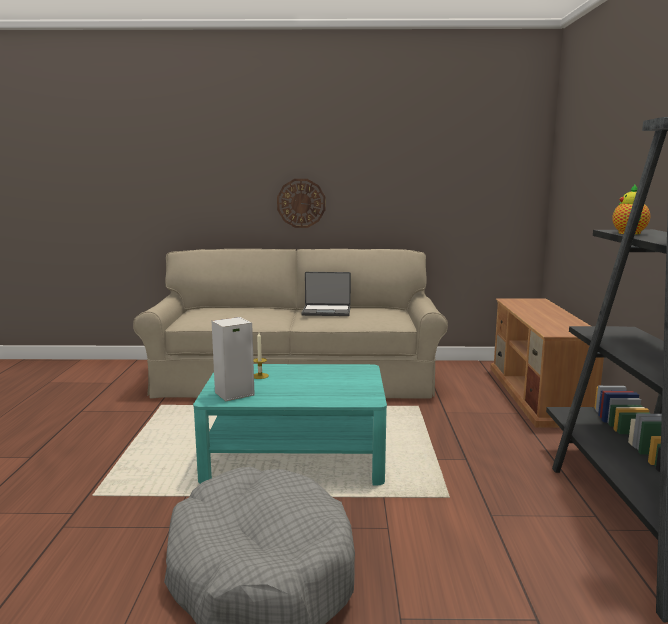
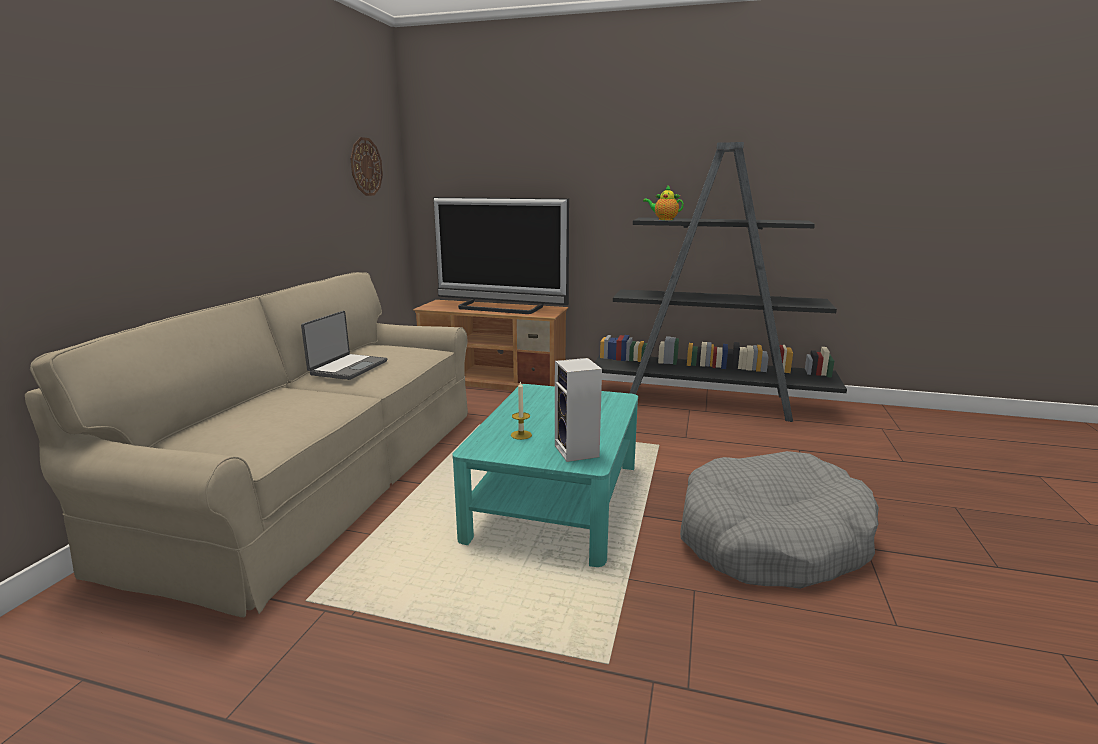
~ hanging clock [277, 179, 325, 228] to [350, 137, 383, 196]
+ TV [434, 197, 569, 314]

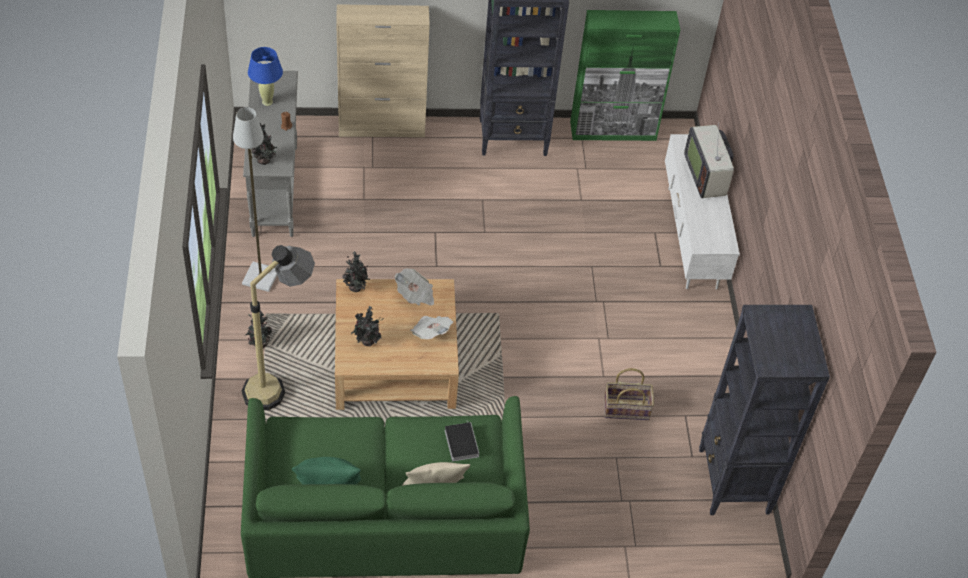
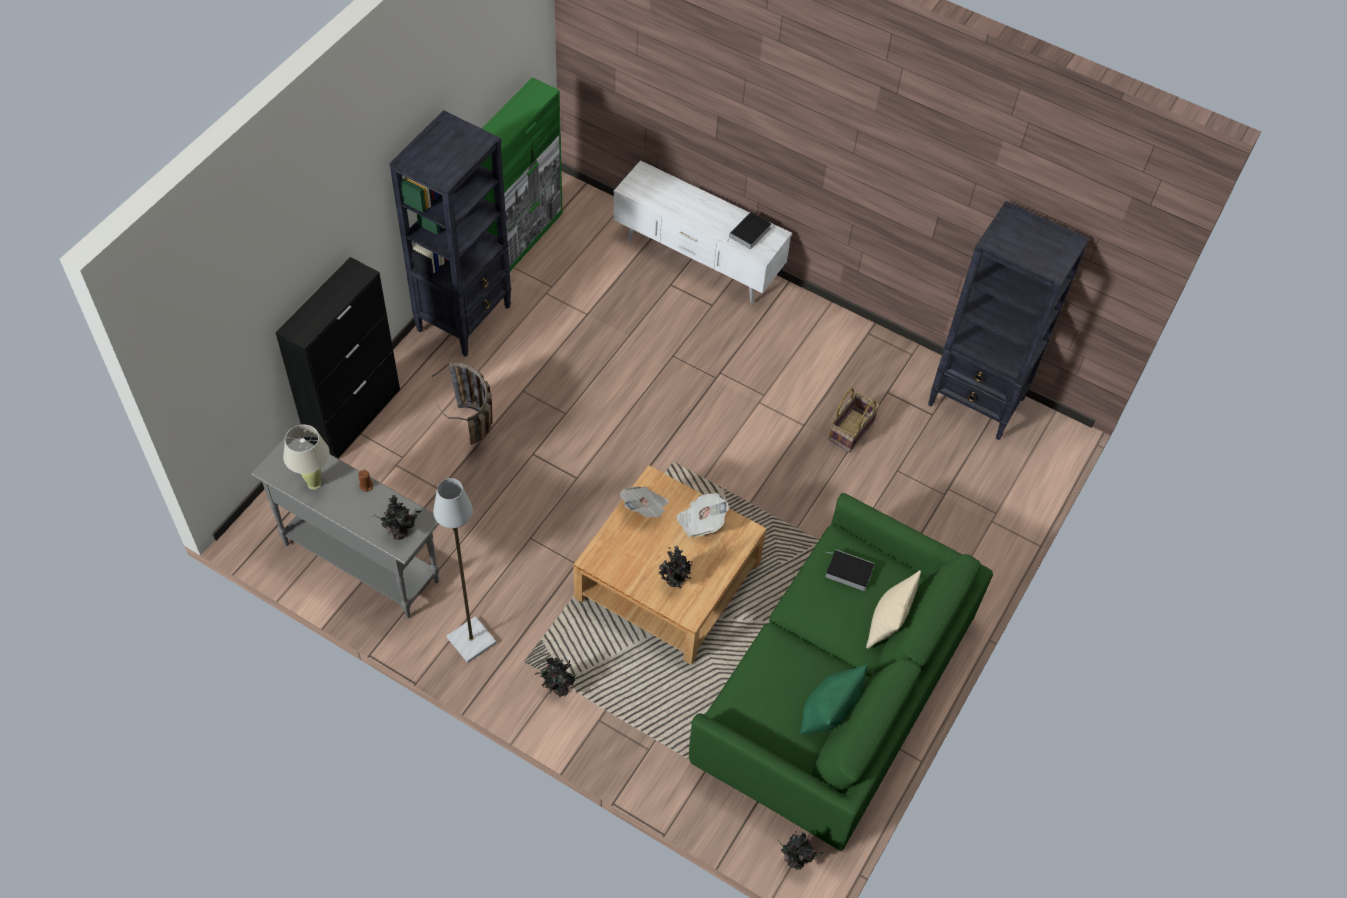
~ beige cupboard [336, 4, 430, 137] to black-coloured cupboard [275, 257, 400, 458]
~ bluish table lamp [248, 47, 283, 106] to beige table lamp [283, 424, 330, 490]
+ basket [432, 363, 493, 445]
+ volume [727, 212, 772, 249]
~ plant in a pot [342, 251, 370, 292] to [776, 831, 825, 870]
- floor lamp [242, 245, 315, 410]
- TV [684, 122, 734, 198]

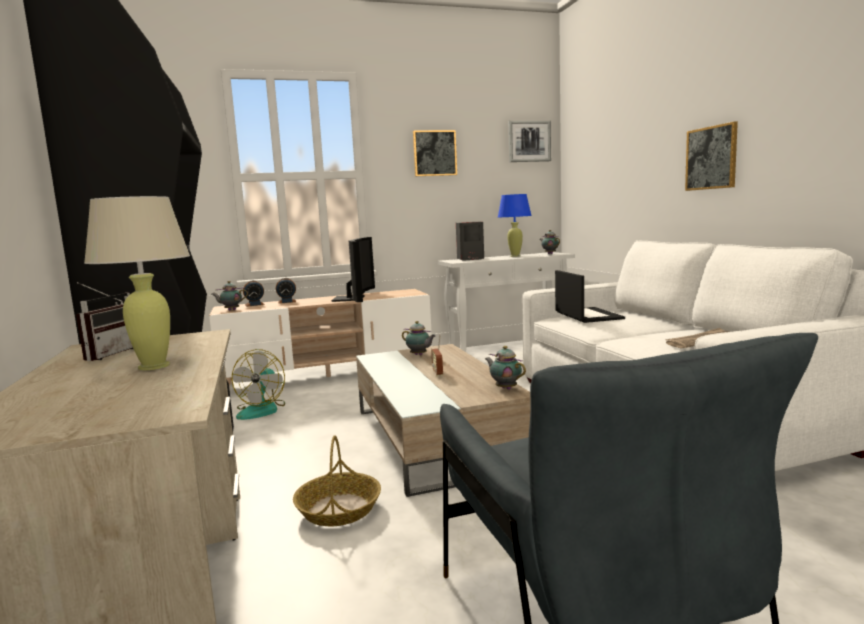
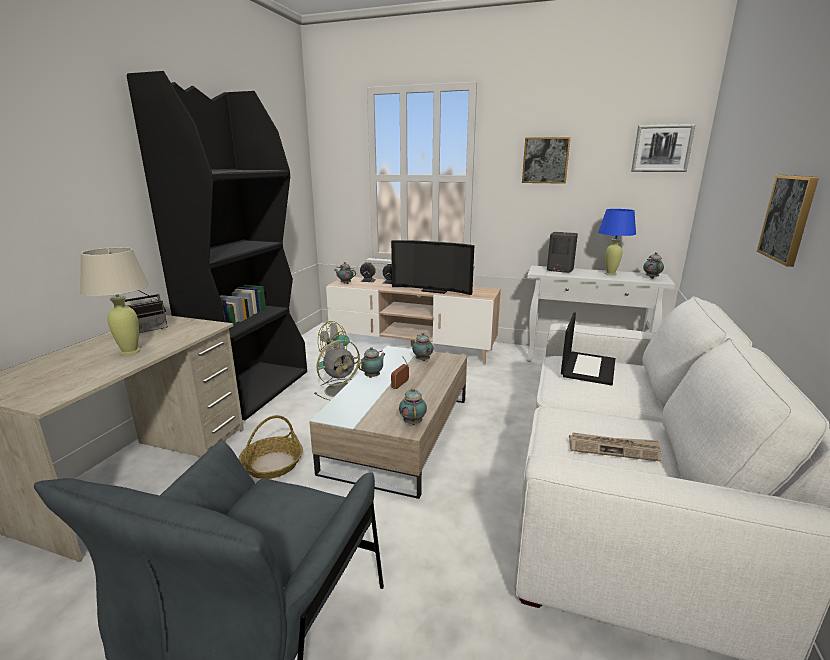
+ greyish cooling fan [314, 340, 360, 400]
+ teapot [358, 347, 386, 378]
~ TV [332, 237, 375, 302] = [391, 240, 474, 295] 75 degrees clockwise

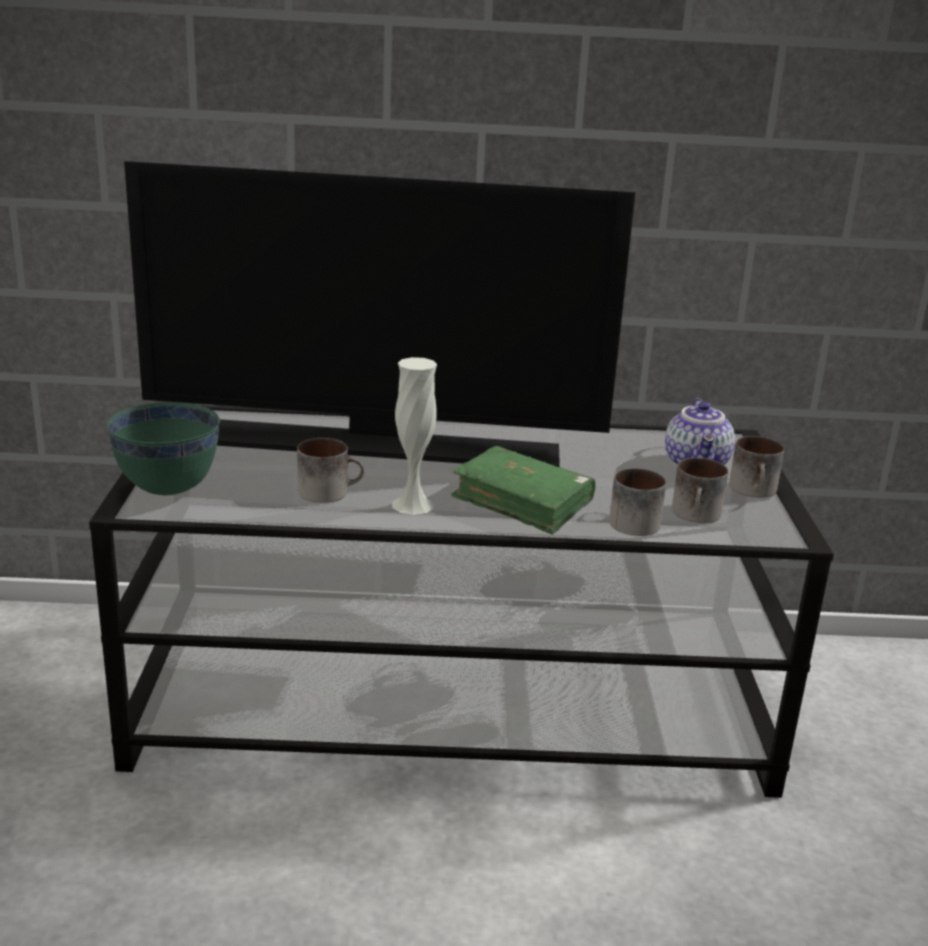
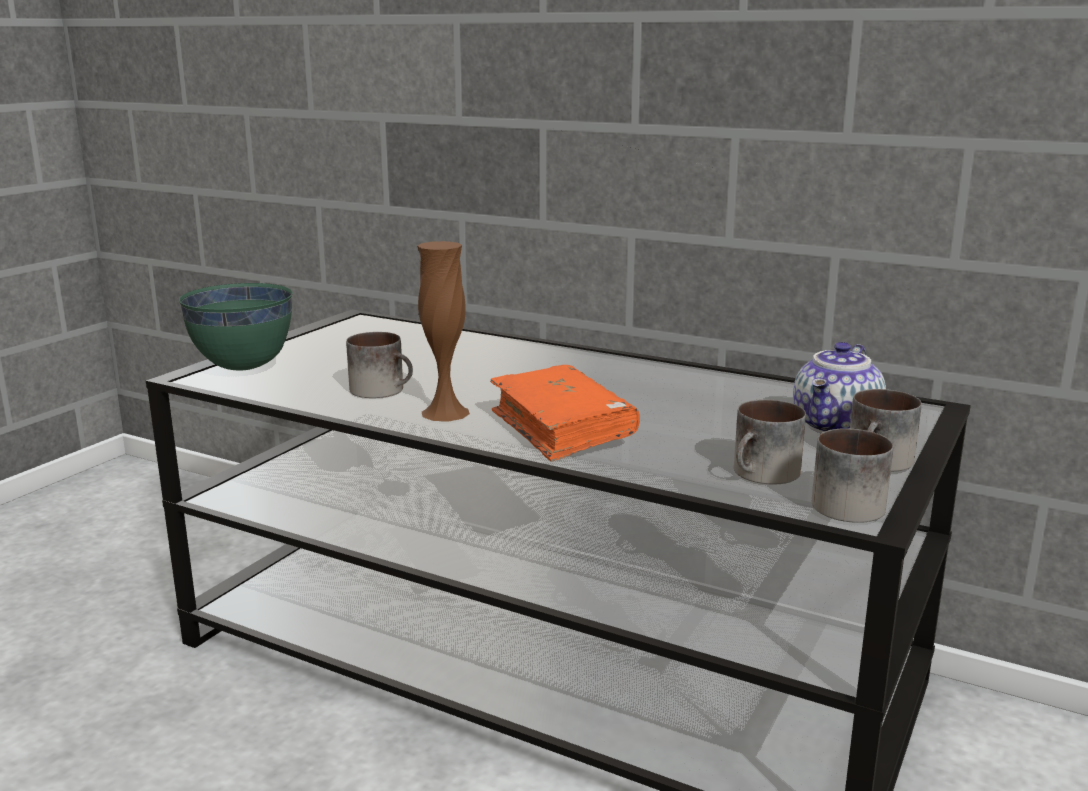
~ whitish decorative vase [392, 357, 437, 515] to brownish decorative vase [417, 241, 470, 422]
~ green-coloured volume [451, 446, 595, 535] to orange volume [490, 365, 640, 461]
~ mug [609, 468, 666, 536] to [812, 428, 893, 523]
- TV [124, 161, 635, 467]

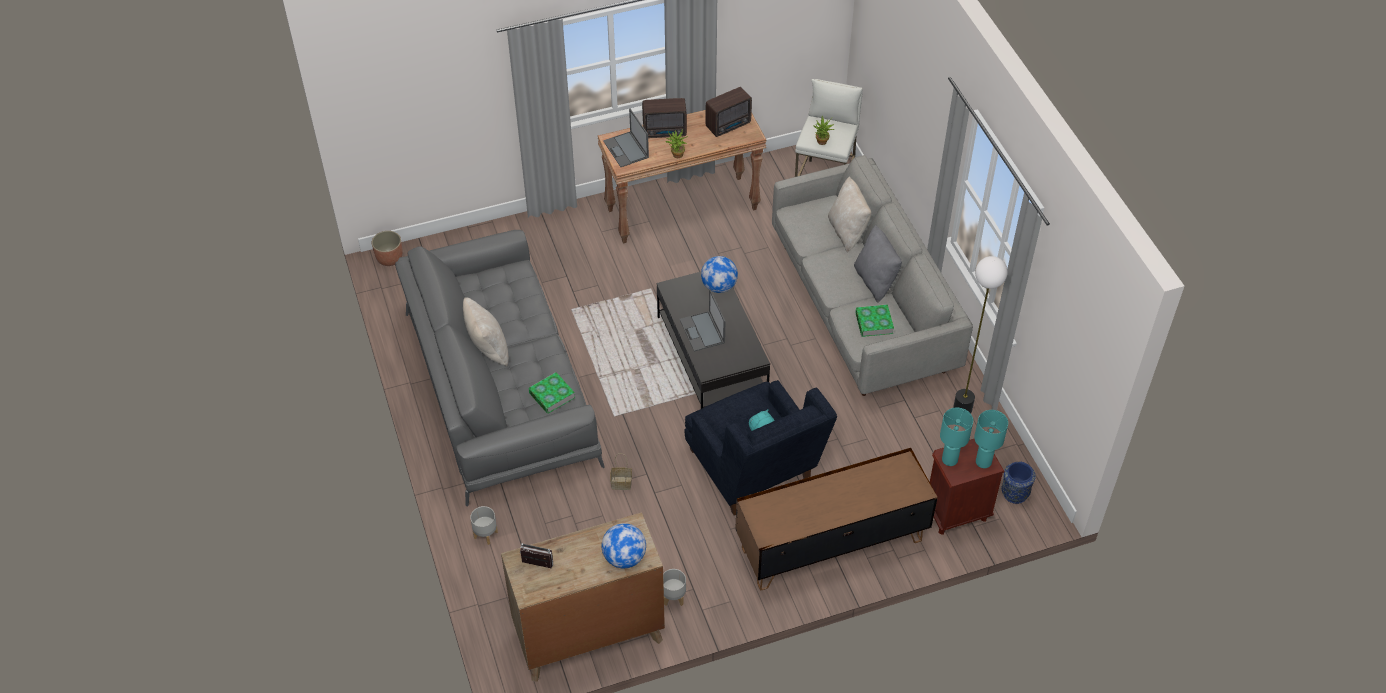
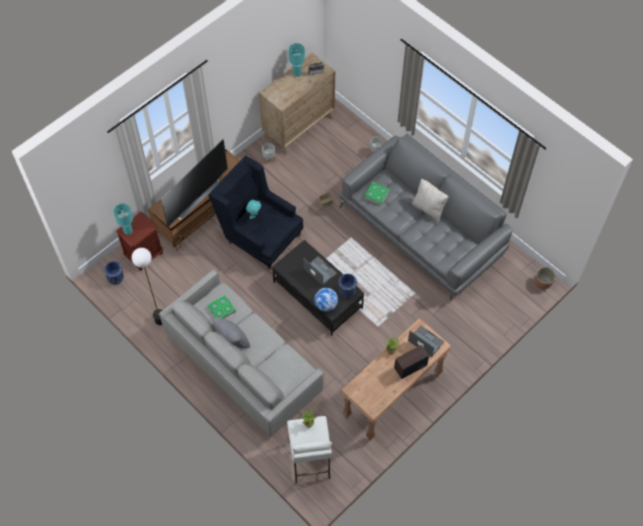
+ TV [161, 139, 228, 227]
~ blue-green table lamp [940, 408, 973, 466] to [289, 43, 305, 77]
+ bluish decorative vase [338, 274, 357, 298]
- globe [602, 523, 646, 568]
- radio set [705, 87, 752, 137]
- beige cushion [828, 176, 871, 252]

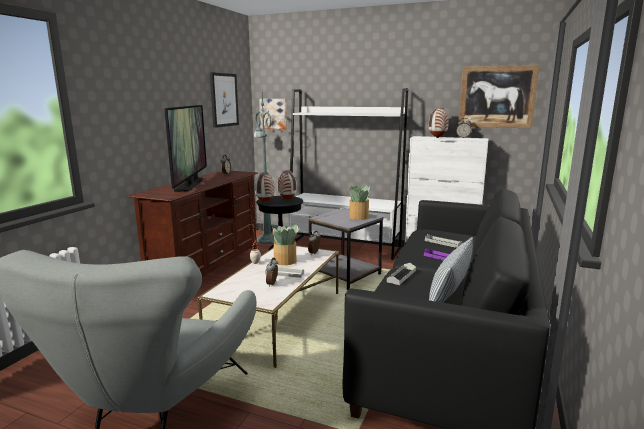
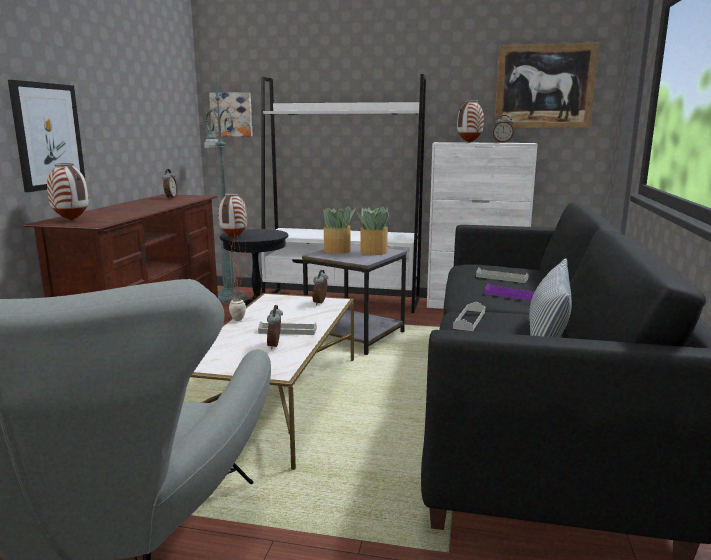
~ wall picture [210, 72, 239, 128] to [8, 80, 86, 192]
~ decorative vase [278, 170, 297, 200] to [47, 163, 89, 220]
~ plant in a pot [272, 224, 300, 265] to [323, 206, 356, 254]
- TV [164, 105, 207, 192]

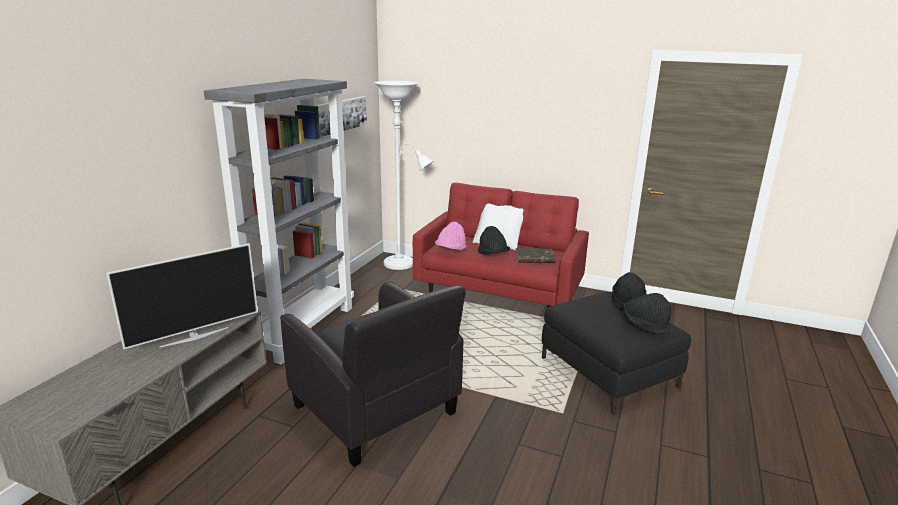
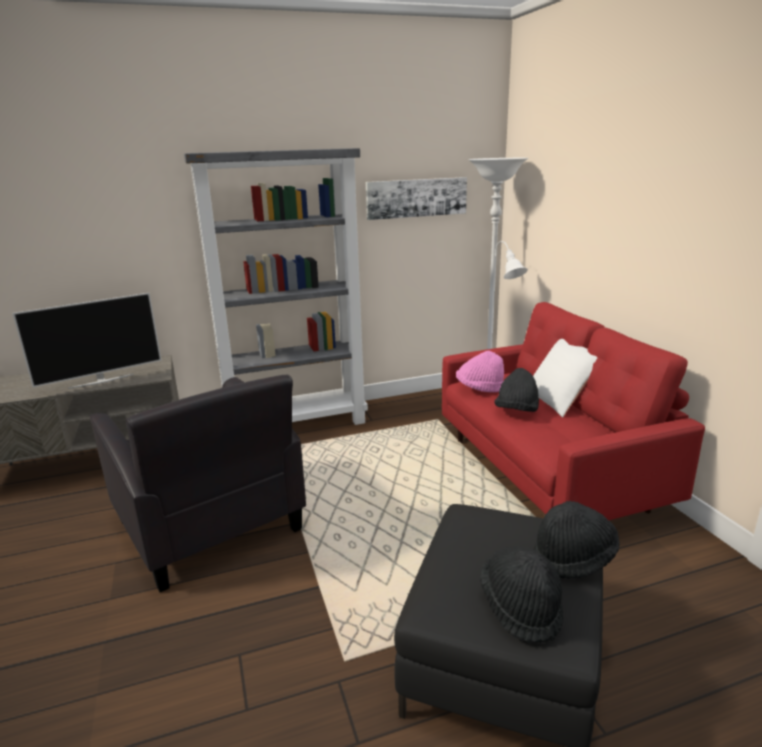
~ TV [106, 244, 258, 349] = [12, 293, 162, 389] 45 degrees counterclockwise
~ black-coloured easy chair [280, 281, 466, 467] = [89, 375, 306, 592] 45 degrees counterclockwise
- brownish volume [515, 248, 556, 263]

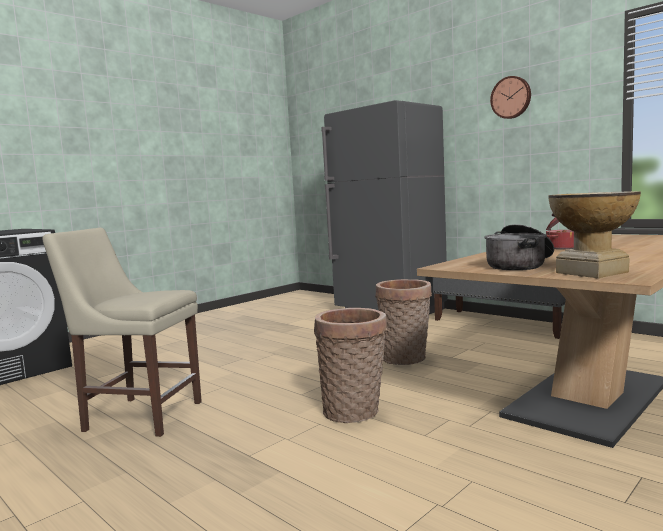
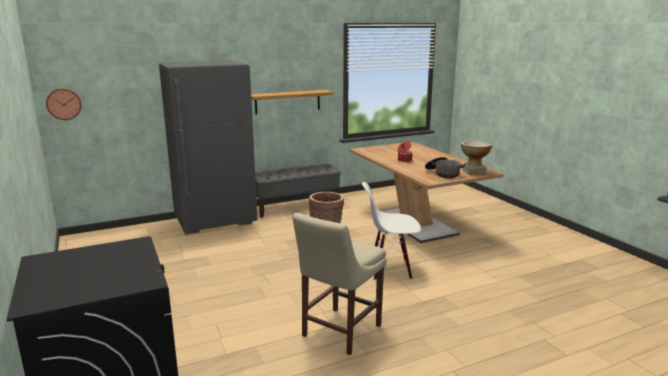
~ hanging clock [490, 76, 531, 119] to [46, 88, 81, 120]
+ bracket shelf [251, 90, 334, 114]
~ basket [314, 308, 387, 423] to whitish upright chair [362, 182, 421, 280]

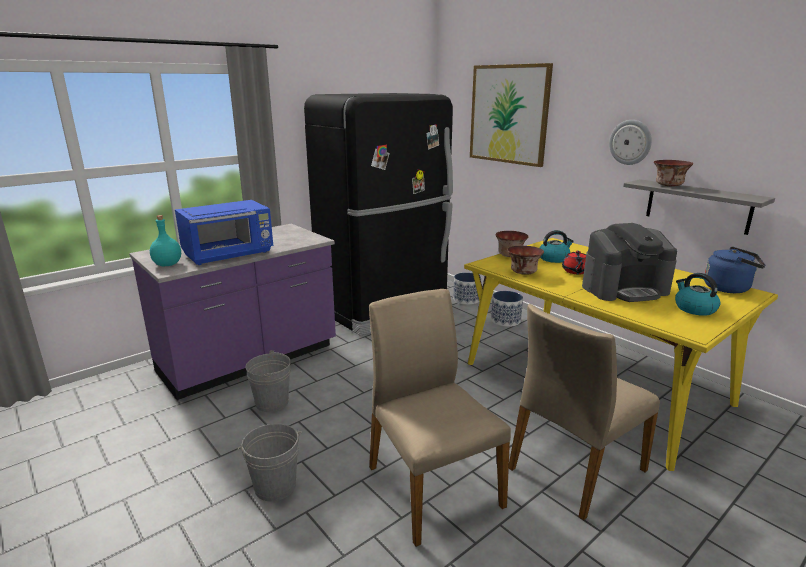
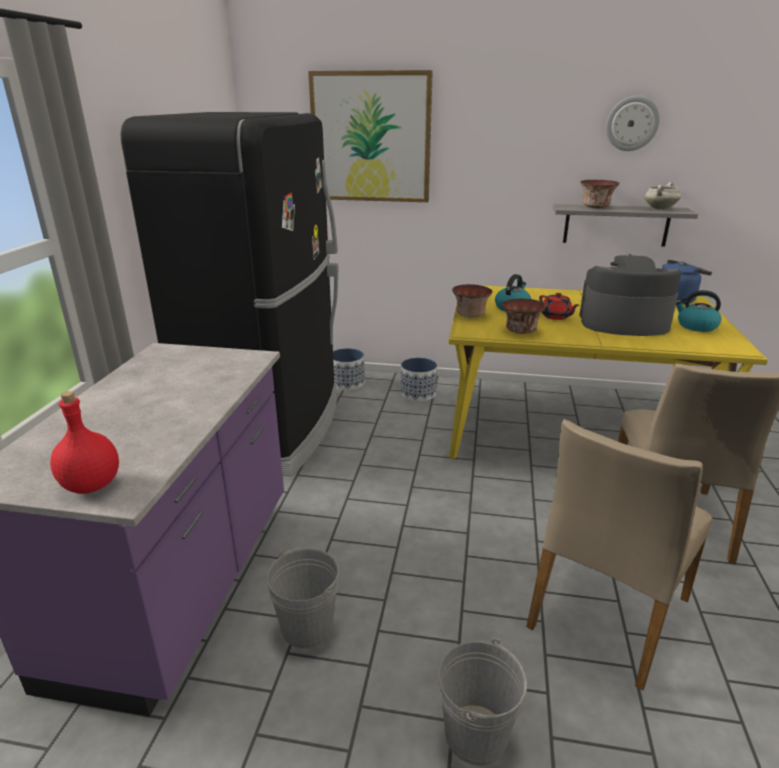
~ blue-green beverage bottle [150, 215, 181, 266] to reddish beverage bottle [50, 391, 119, 494]
~ beige upright chair [369, 289, 511, 547] = [526, 419, 712, 690] 75 degrees counterclockwise
~ coffee machine [582, 223, 677, 302] = [579, 255, 681, 336] 120 degrees counterclockwise
~ hanging clock [609, 120, 652, 165] to [606, 95, 660, 151]
+ whitish cooking pot [644, 182, 681, 210]
- bluish microwave oven [175, 200, 273, 265]

